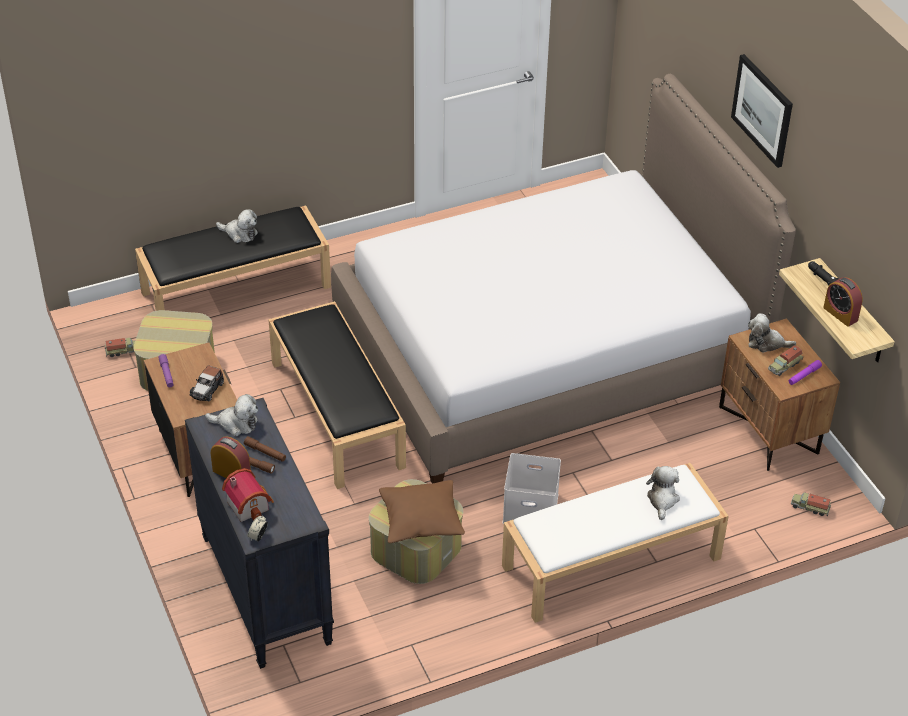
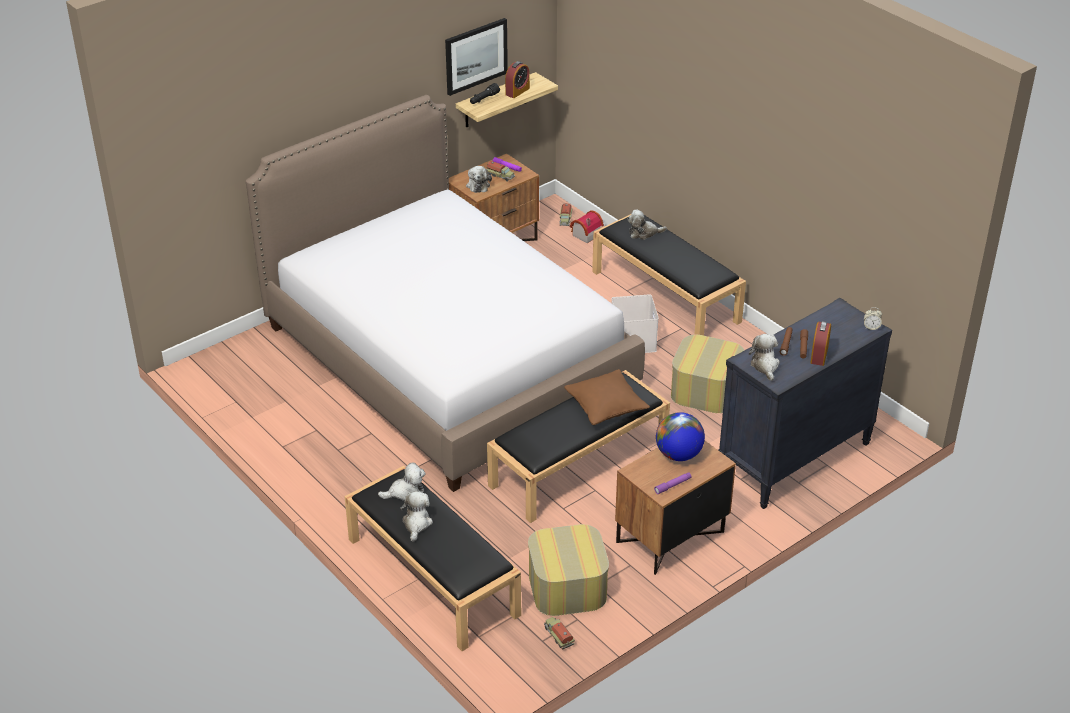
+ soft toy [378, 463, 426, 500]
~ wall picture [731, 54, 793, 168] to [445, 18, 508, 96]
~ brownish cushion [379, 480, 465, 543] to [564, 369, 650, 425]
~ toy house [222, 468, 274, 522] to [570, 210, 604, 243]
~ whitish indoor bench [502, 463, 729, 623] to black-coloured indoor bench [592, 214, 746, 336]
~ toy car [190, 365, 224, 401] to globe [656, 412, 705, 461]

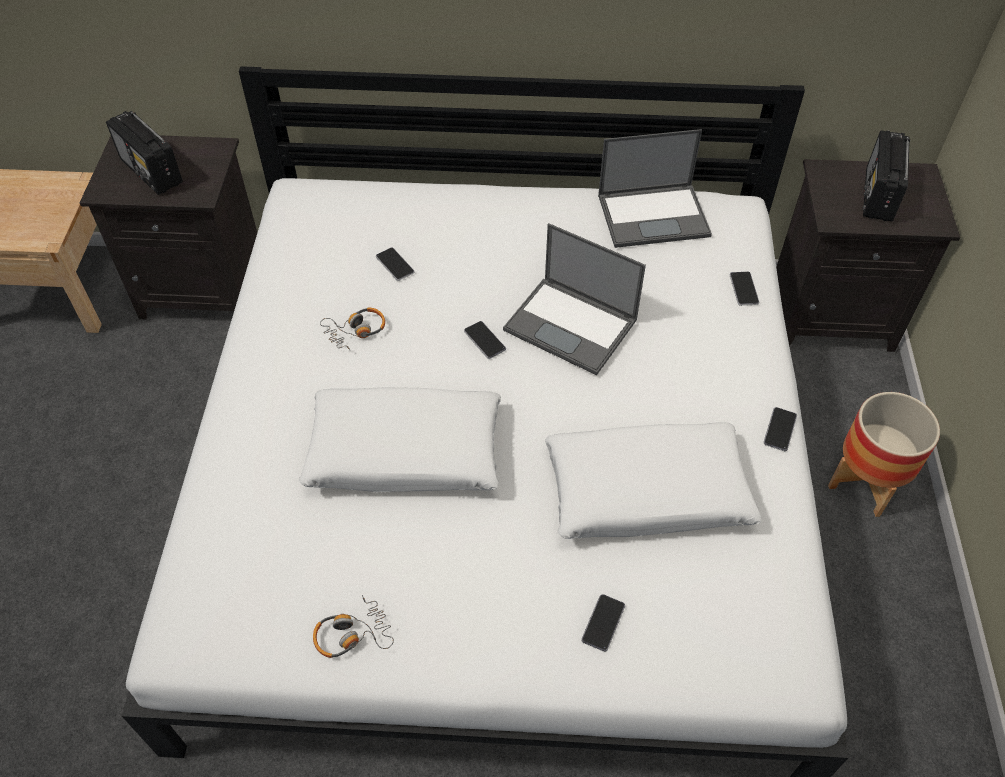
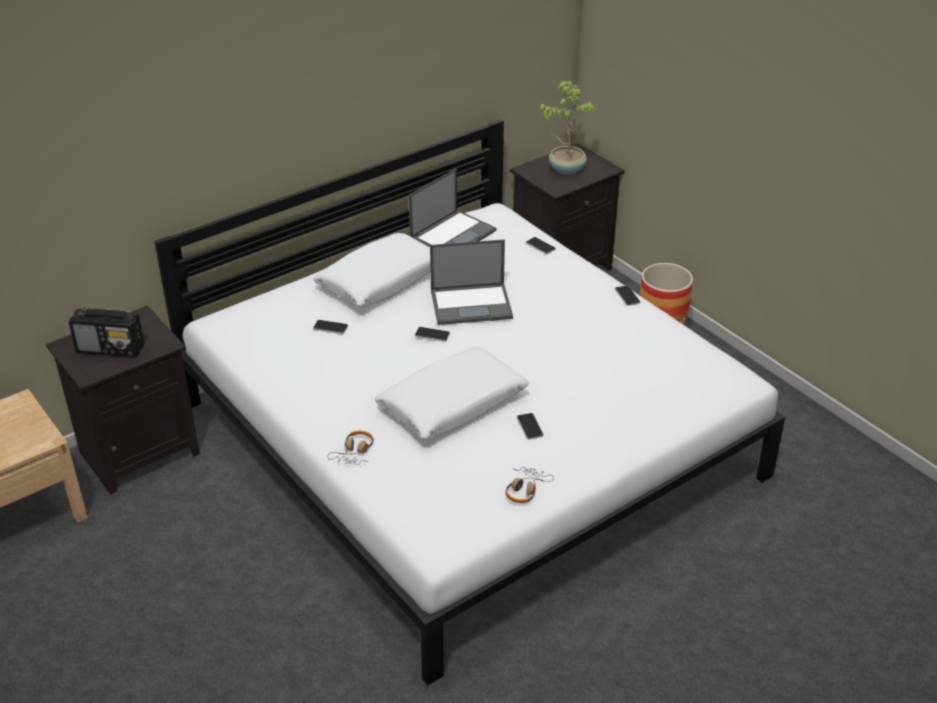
~ whitish cushion [545, 422, 762, 539] to [313, 233, 430, 307]
~ headphones [320, 307, 385, 351] to [327, 431, 374, 465]
~ phone [581, 594, 625, 652] to [517, 413, 544, 439]
~ radio set [863, 130, 910, 222] to plant in a pot [538, 81, 595, 175]

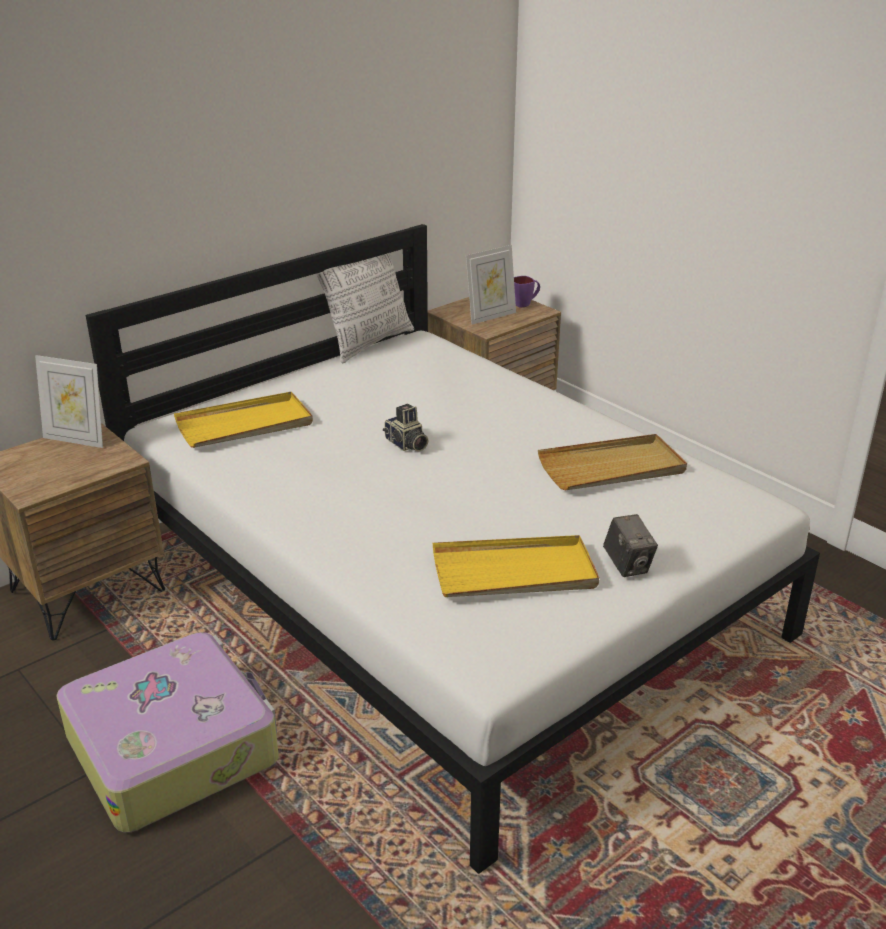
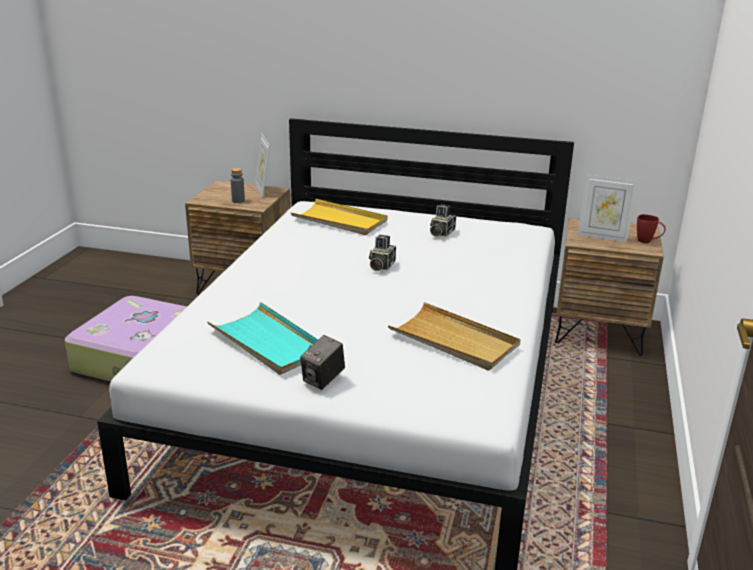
~ yellow carrying tray [433, 535, 599, 597] to blue-green carrying tray [207, 302, 318, 375]
+ greyish beverage bottle [231, 168, 245, 203]
+ photo camera [430, 204, 456, 237]
~ purplish mug [514, 276, 540, 308] to reddish mug [637, 214, 666, 243]
- cushion [316, 253, 414, 364]

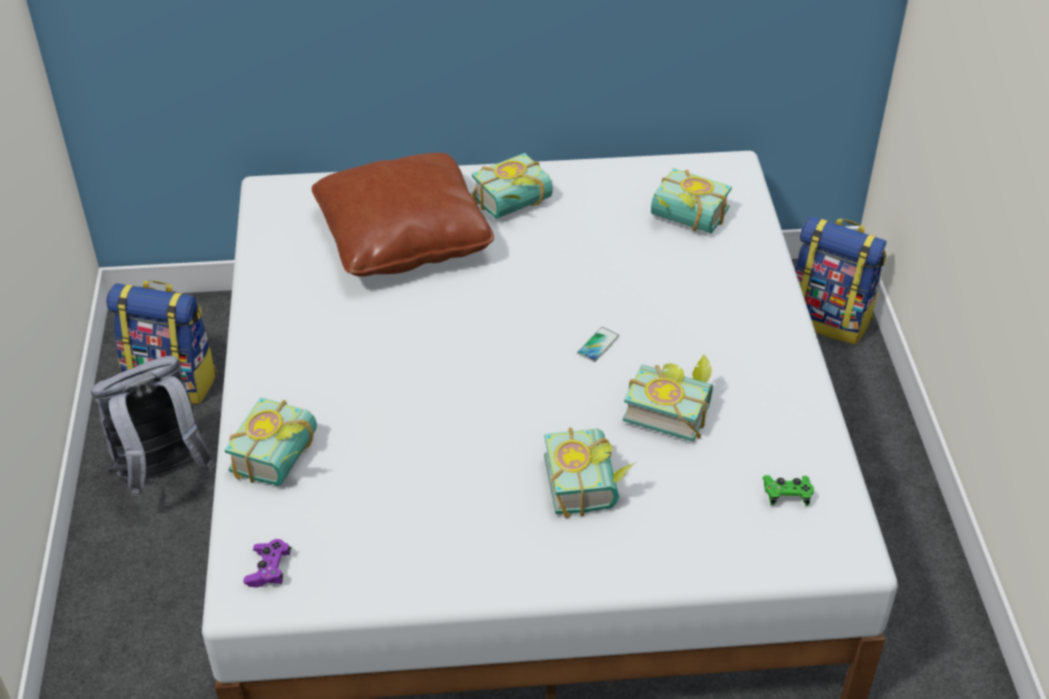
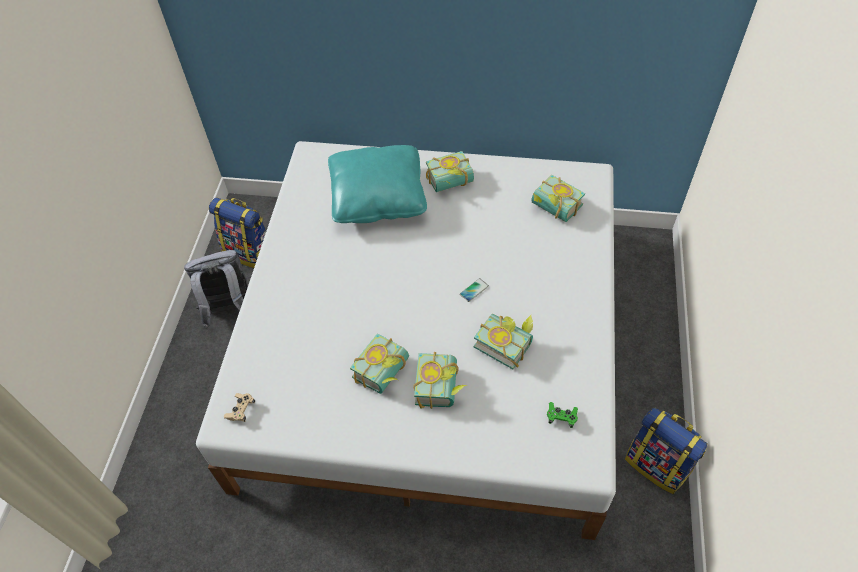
~ purplish joypad [243, 539, 291, 588] to beige joypad [224, 393, 255, 422]
~ brownish cushion [312, 153, 494, 277] to blue-green cushion [328, 145, 427, 223]
~ volume [225, 397, 317, 486] to [350, 333, 409, 394]
~ knapsack [795, 216, 886, 344] to [625, 408, 707, 494]

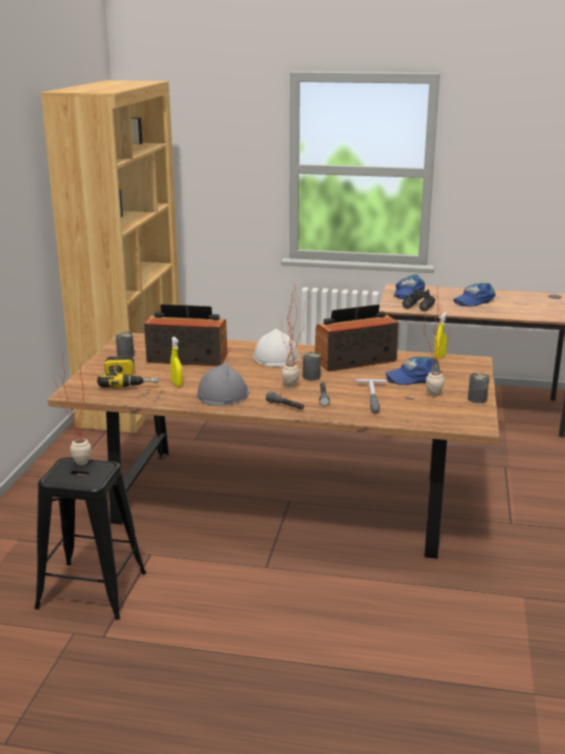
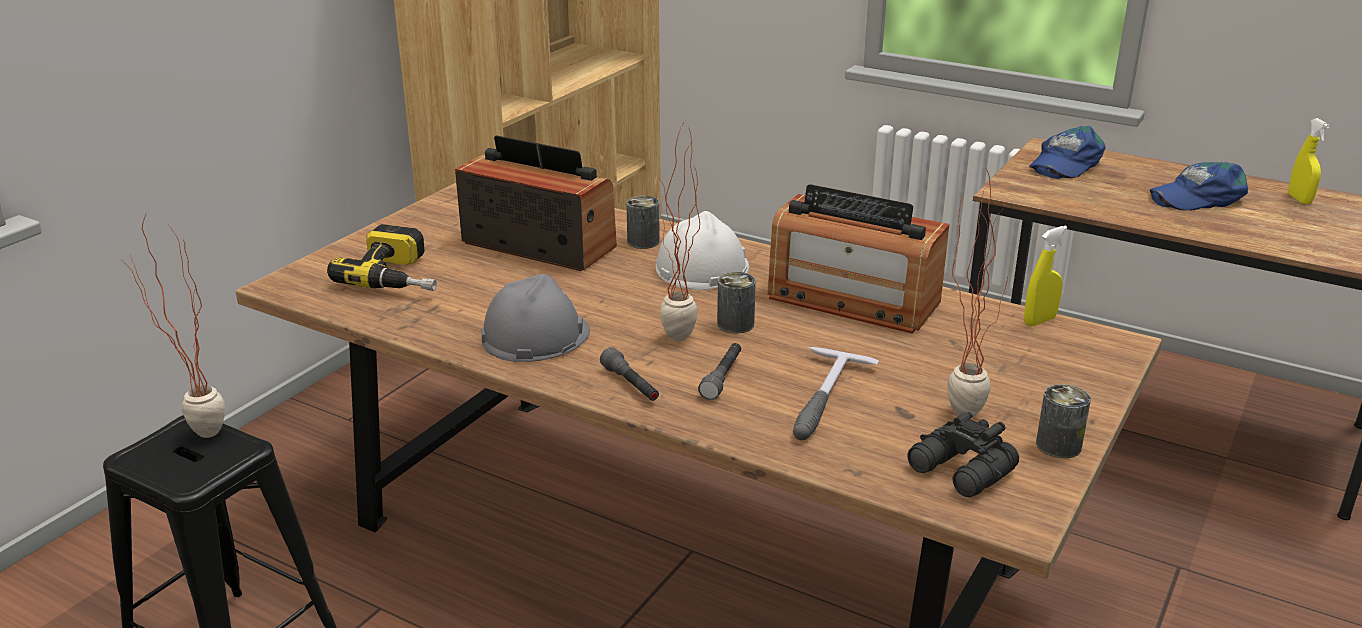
~ metal can [116, 332, 134, 358] to [626, 196, 660, 249]
~ radio set [315, 304, 399, 372] = [767, 184, 950, 334] 150 degrees counterclockwise
~ black-coloured binoculars [402, 289, 435, 311] to [907, 412, 1019, 497]
~ yellow hand sprayer [170, 337, 183, 387] to [1288, 118, 1330, 204]
- bluish peaked cap [385, 357, 442, 385]

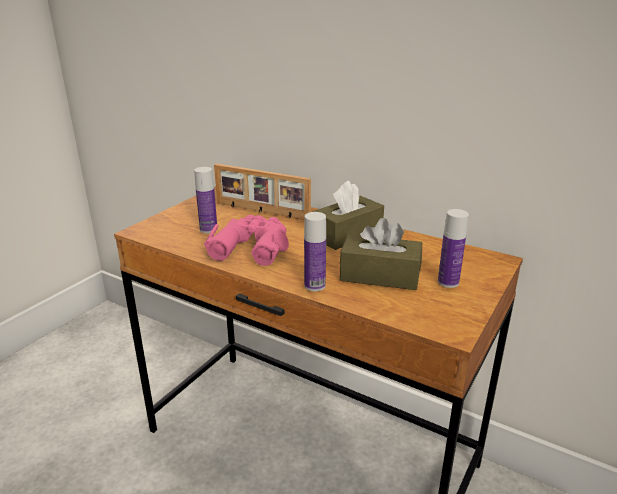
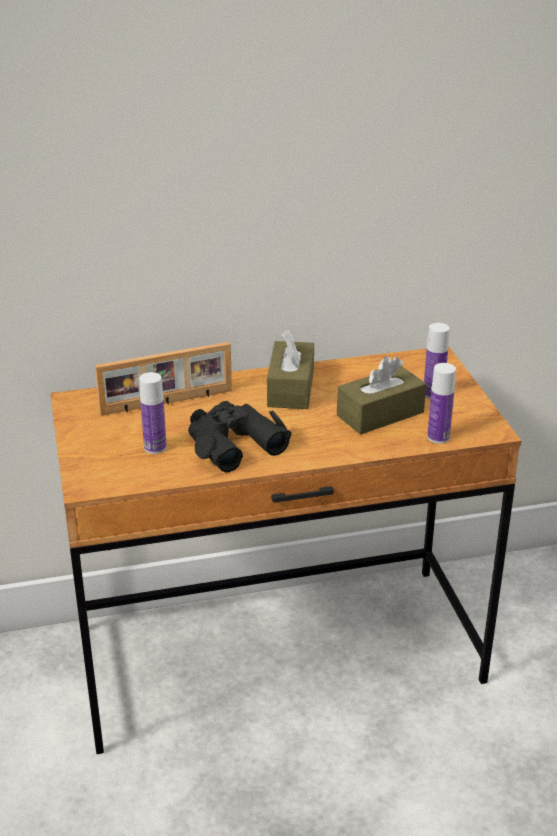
~ pinkish binoculars [204, 215, 289, 266] to black-coloured binoculars [188, 401, 292, 473]
~ beverage bottle [304, 212, 326, 291] to [428, 363, 456, 444]

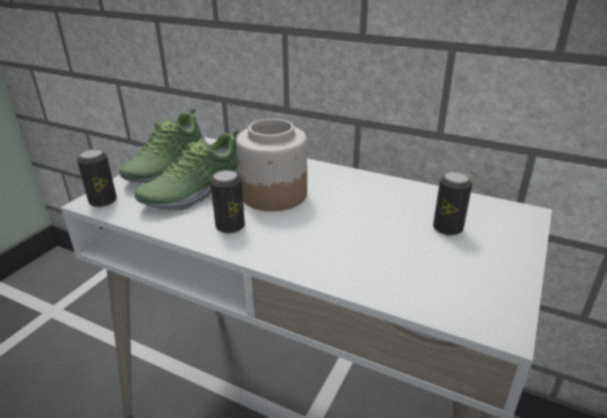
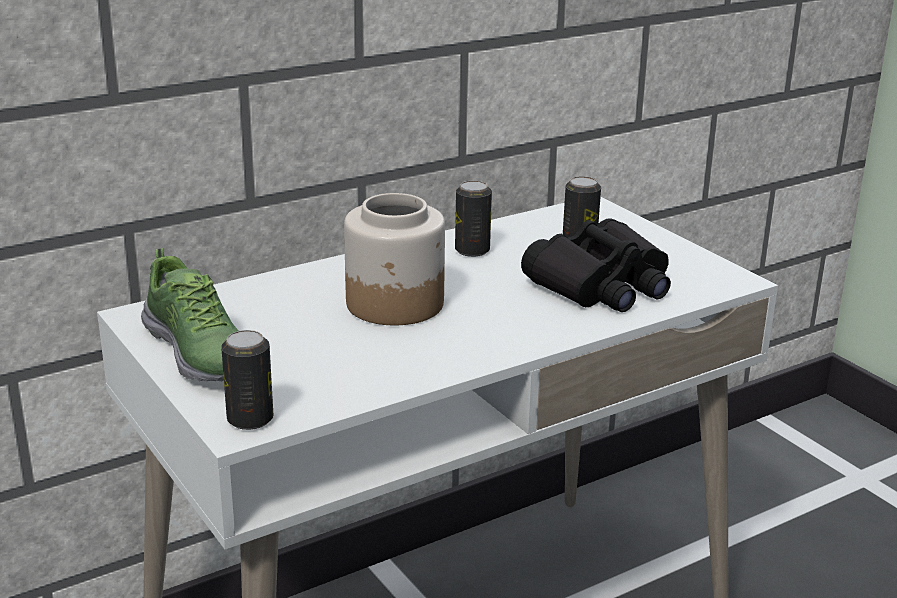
~ metal can [210, 170, 245, 233] to [455, 181, 492, 257]
+ black-coloured binoculars [521, 218, 671, 312]
- item of footwear [135, 130, 239, 210]

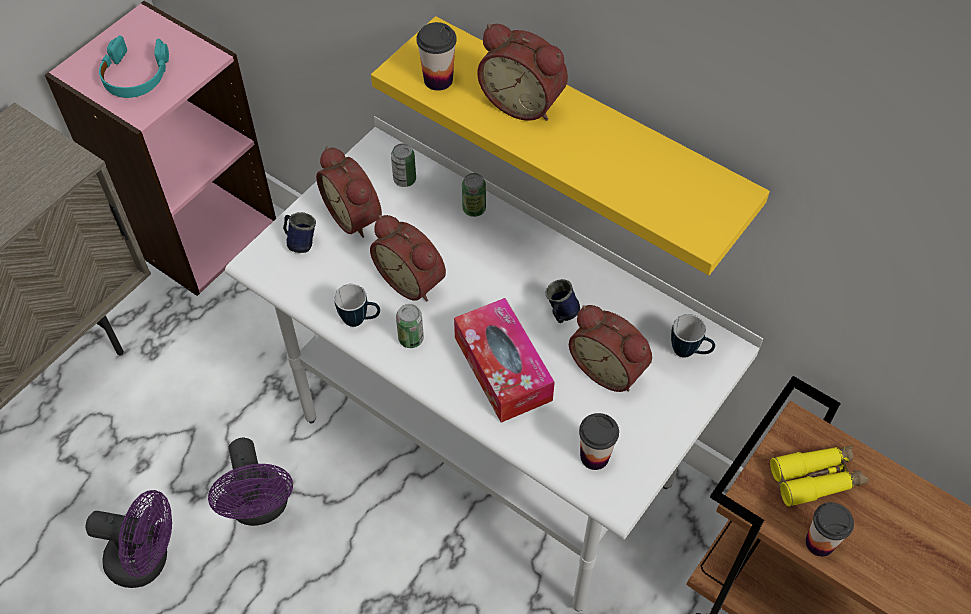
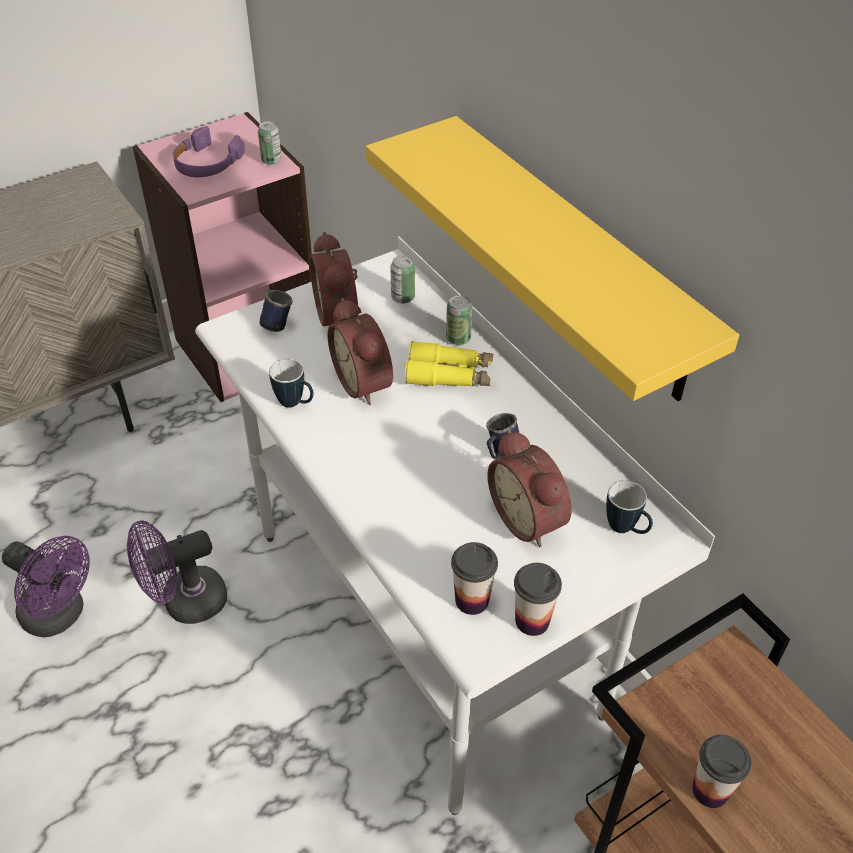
~ purplish cooling fan [208, 438, 293, 526] = [127, 520, 227, 624] 60 degrees clockwise
~ blue-green headphones [99, 36, 169, 98] to purplish headphones [173, 126, 245, 177]
~ metal can [396, 304, 424, 348] to [258, 121, 282, 165]
~ yellow binoculars [770, 445, 869, 507] to [405, 341, 493, 386]
~ small cup [416, 22, 457, 91] to [514, 563, 562, 636]
- box of tissues [454, 298, 555, 423]
- alarm clock [477, 24, 568, 121]

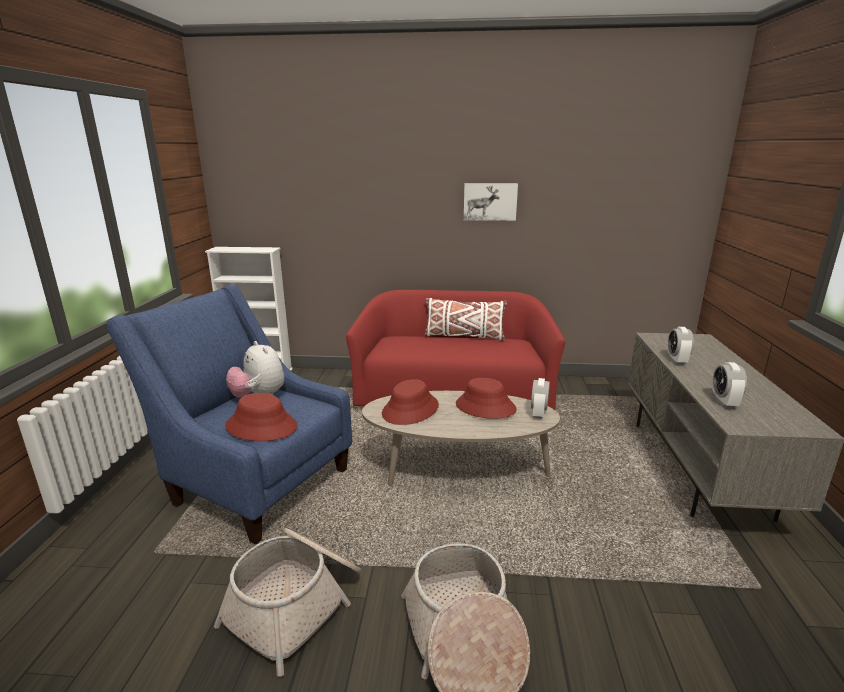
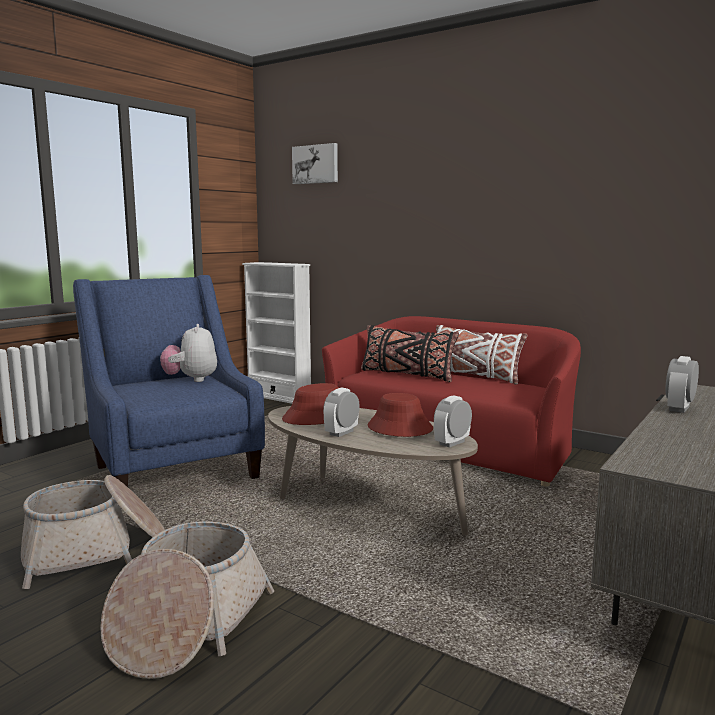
~ wall picture [464, 183, 518, 221] to [292, 143, 338, 184]
~ alarm clock [713, 362, 747, 408] to [323, 387, 360, 437]
+ black-coloured cushion [361, 325, 459, 382]
- reddish clothing hat [225, 393, 297, 441]

